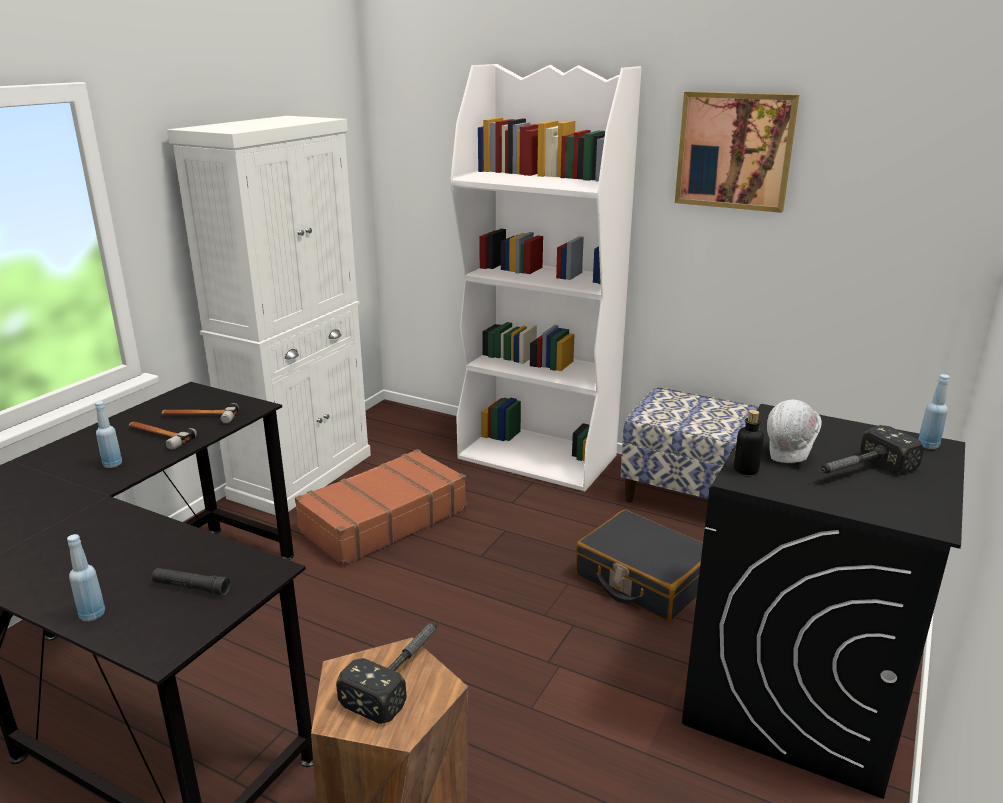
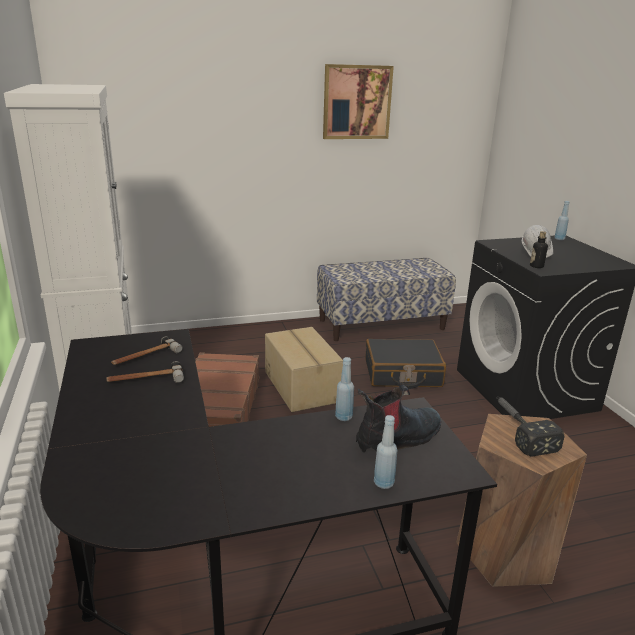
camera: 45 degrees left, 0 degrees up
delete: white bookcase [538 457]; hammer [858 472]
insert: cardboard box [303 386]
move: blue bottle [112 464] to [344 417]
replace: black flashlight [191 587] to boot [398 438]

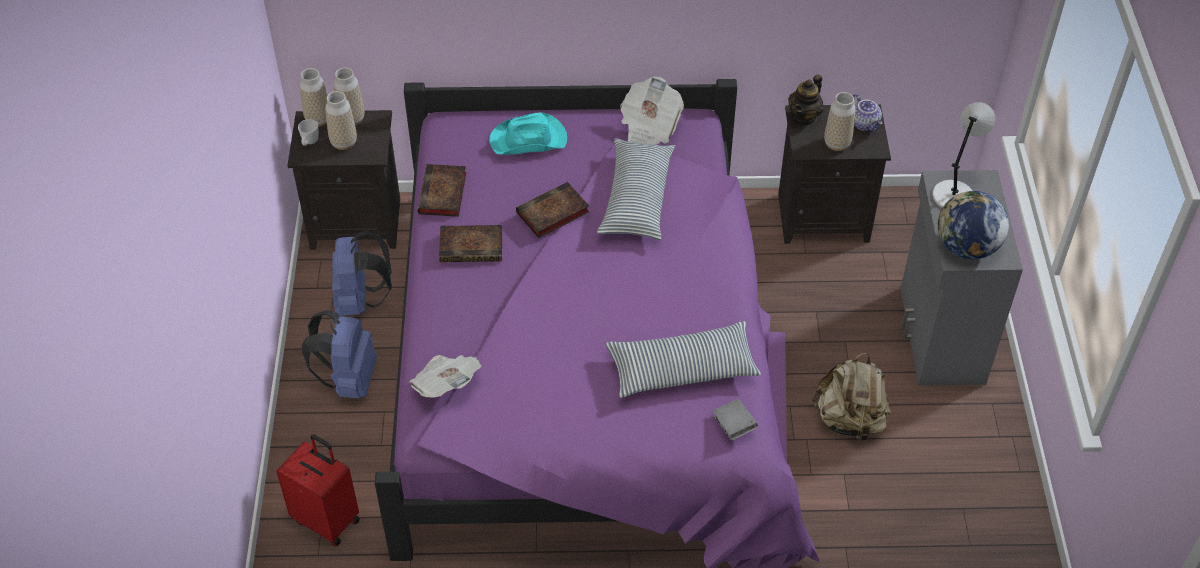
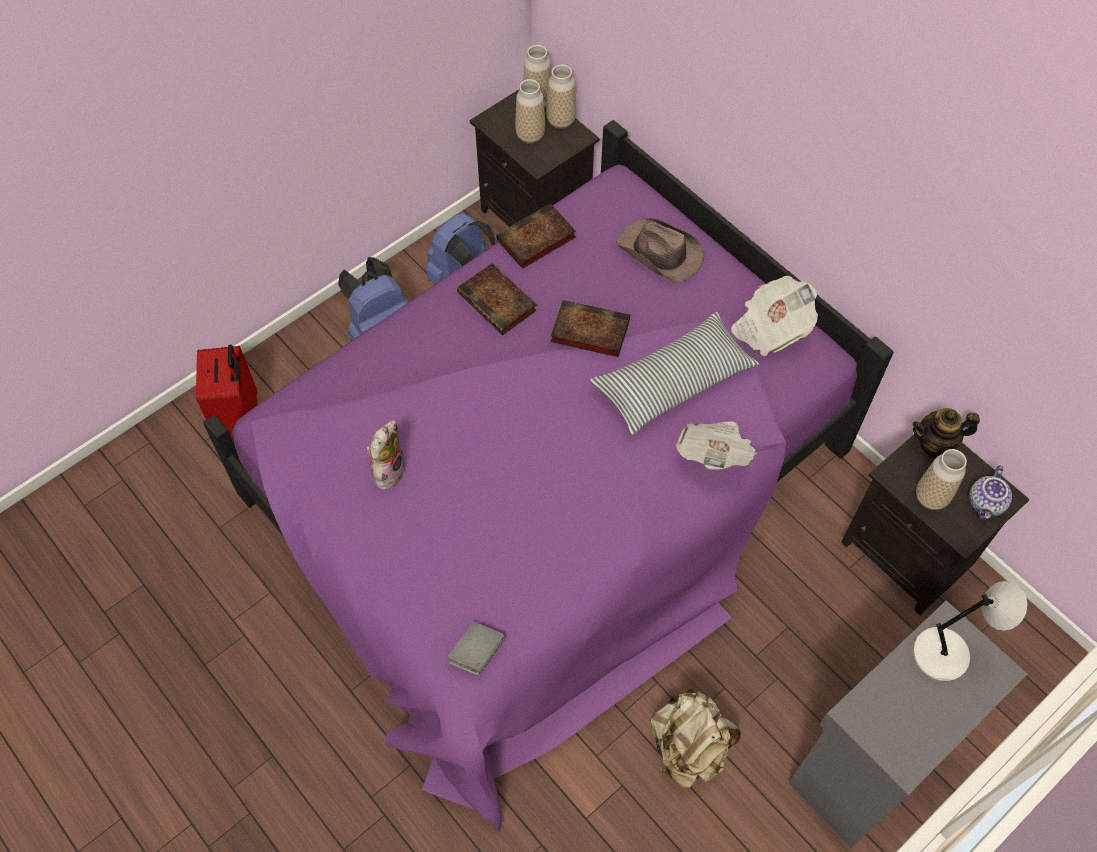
camera: 50 degrees right, 10 degrees up
delete: white mug [309 143]; pillow [682 369]; globe [966 248]
insert: plush toy [388 470]
move: newspaper [446 385] to [714 454]
recolor: turquoise hat [529 140] to brown hat [660 253]

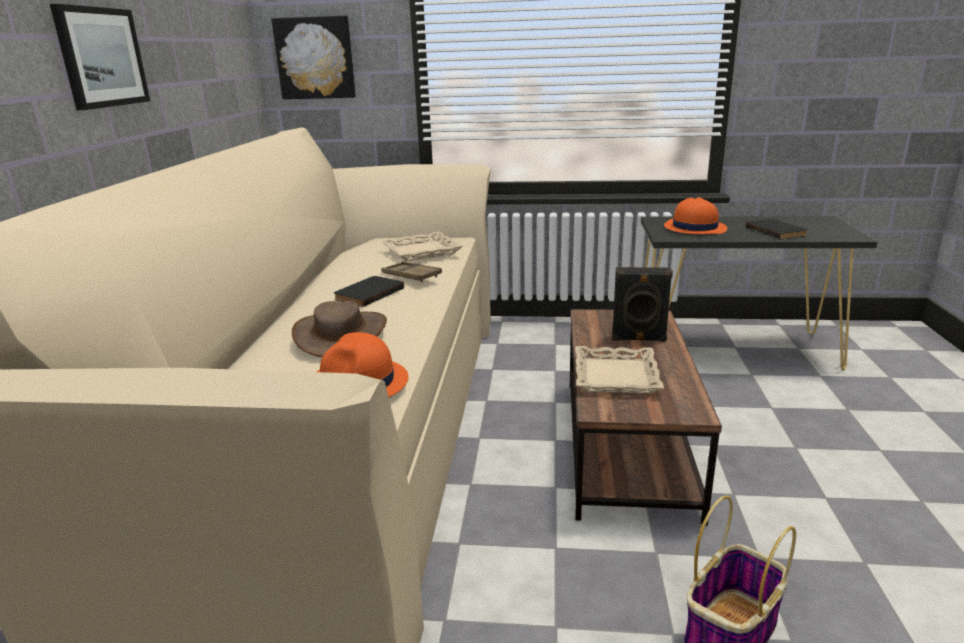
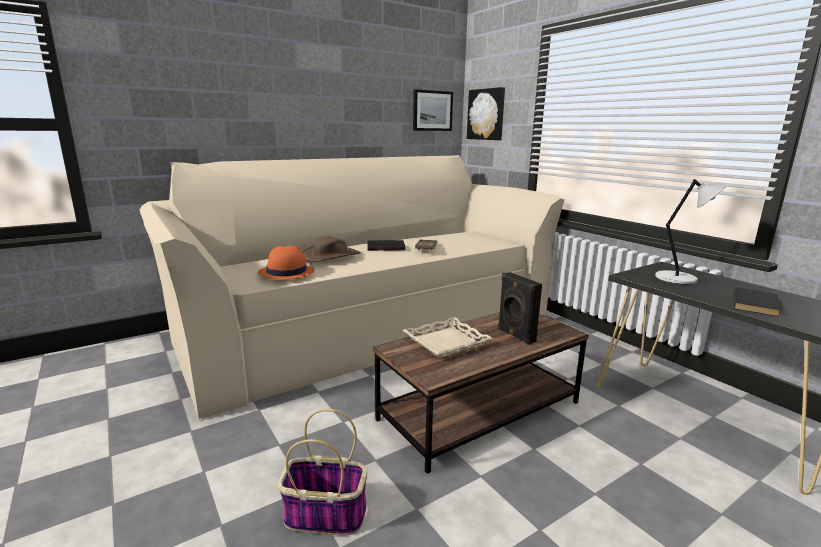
camera: 50 degrees right, 5 degrees down
delete: beige tray [421 251]
move: picture [101 57] to [432 111]
replace: orange hat [694 228] to grey table lamp [678 279]

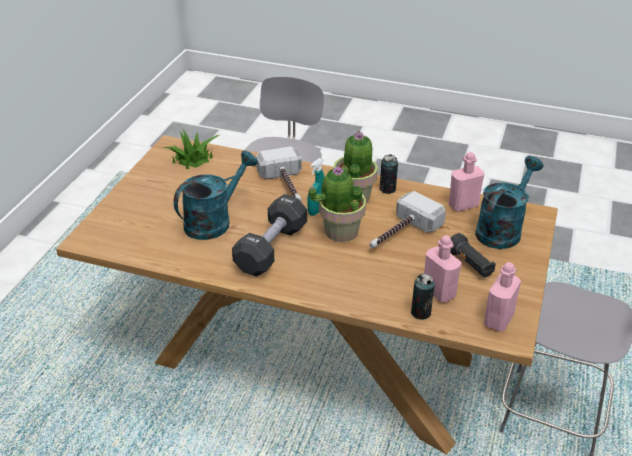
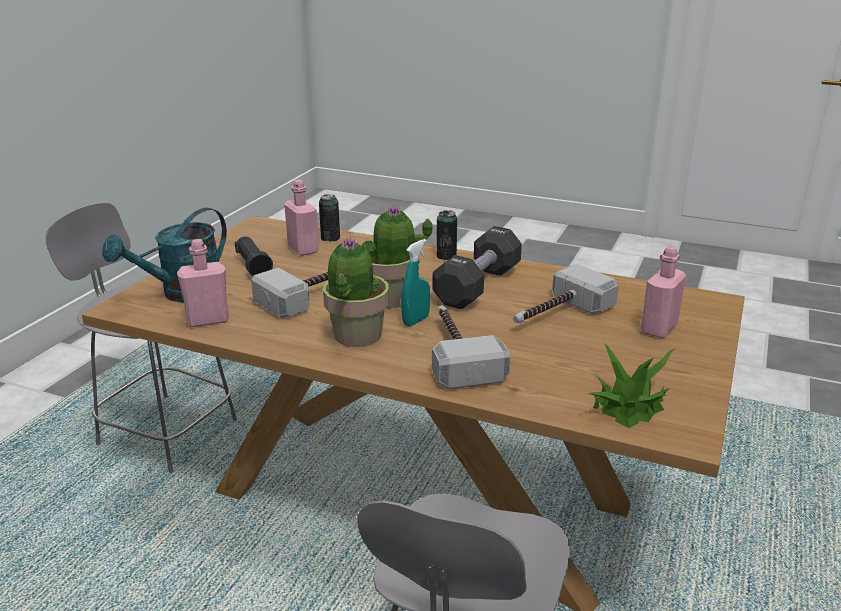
camera: 175 degrees left, 10 degrees down
move: can [387 189] to [446 256]; pink bottle [498 320] to [658 328]
replace: turquoise watering can [214 221] to hammer [556 314]

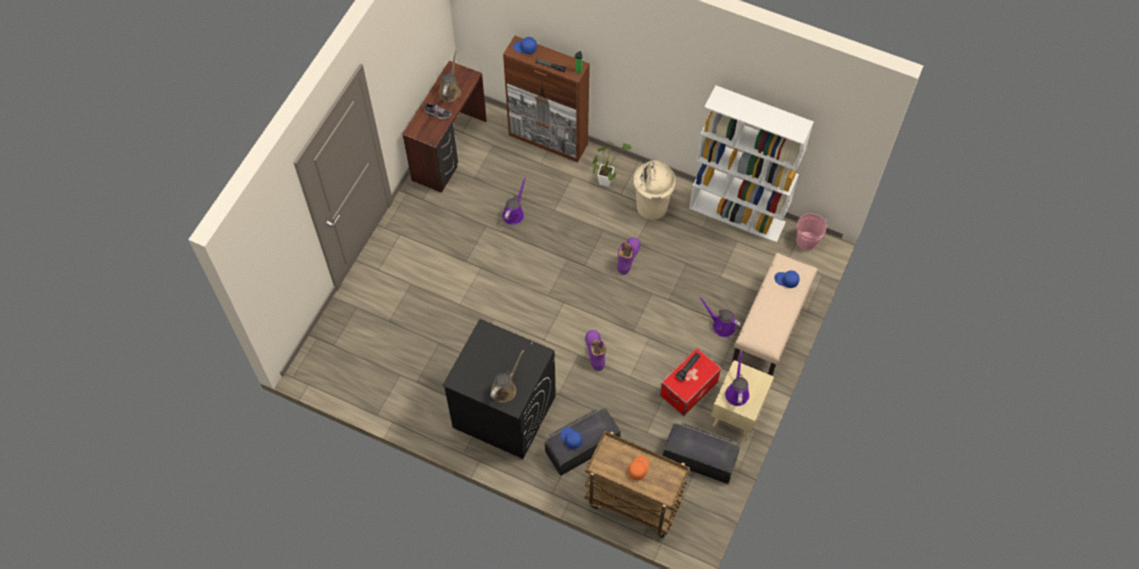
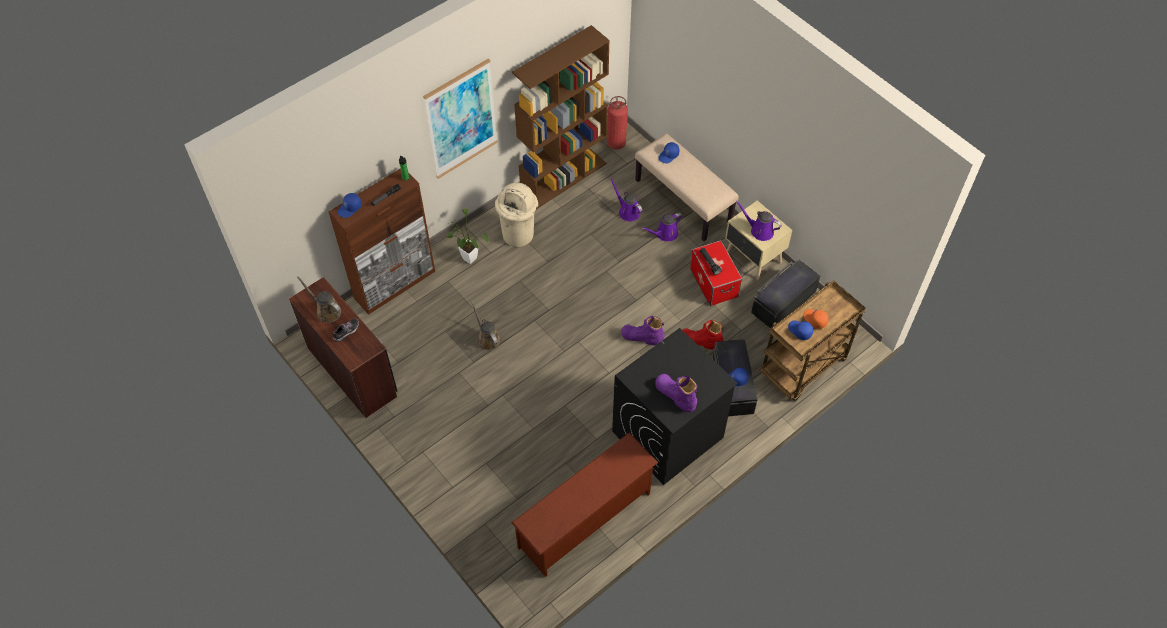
camera: 65 degrees left, 5 degrees down
insert: picture [461 119]; brown shoe rack [585 521]; red boot [700 341]; blue cap [799 331]
move: brown watering can [505 388] to [487 338]; purple watering can [514 213] to [627 211]; purple boot [628 257] to [675 395]
replace: pink bucket [806 241] to fire extinguisher [616 143]
recolor: white bookcase [738 215] to brown bookcase [563 178]

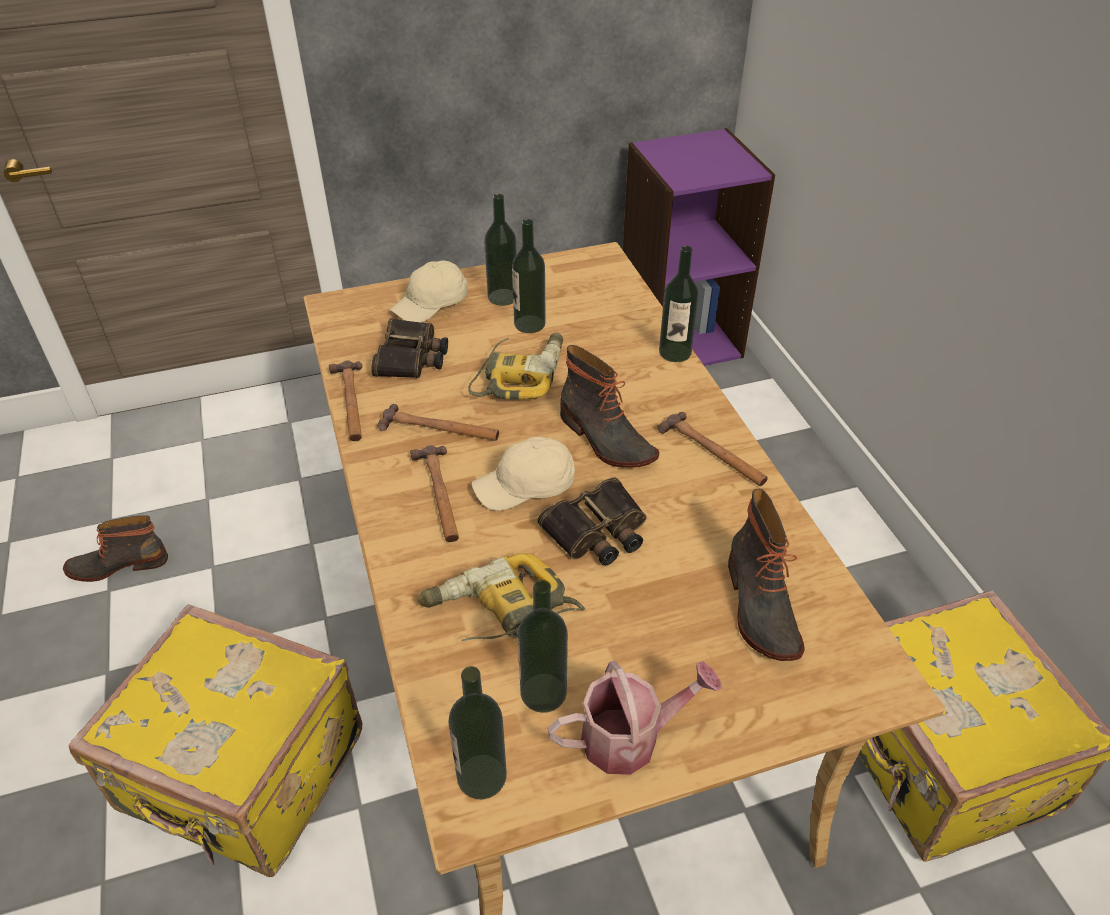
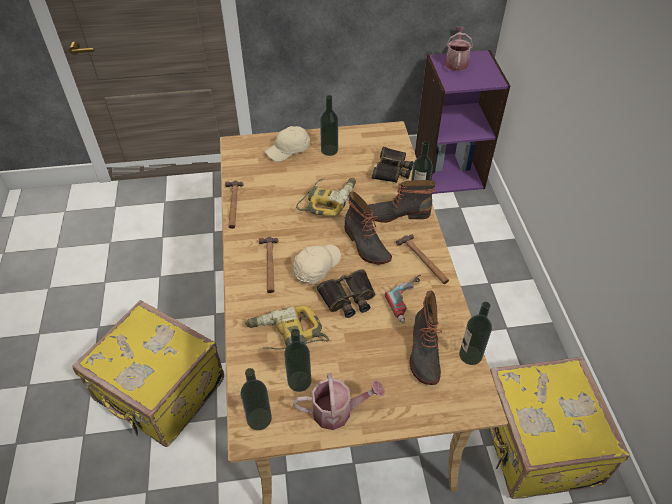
camera: 10 degrees right, 5 degrees up
delete: hammer [439 429]
insert: power drill [410 301]; watering can [456 62]
move: boot [118 564] to [397 213]; binoculars [412 357] to [392 170]; bottle [529 324] to [470 355]
rotate: beige cap [526 486] = [316 267] 135 degrees clockwise

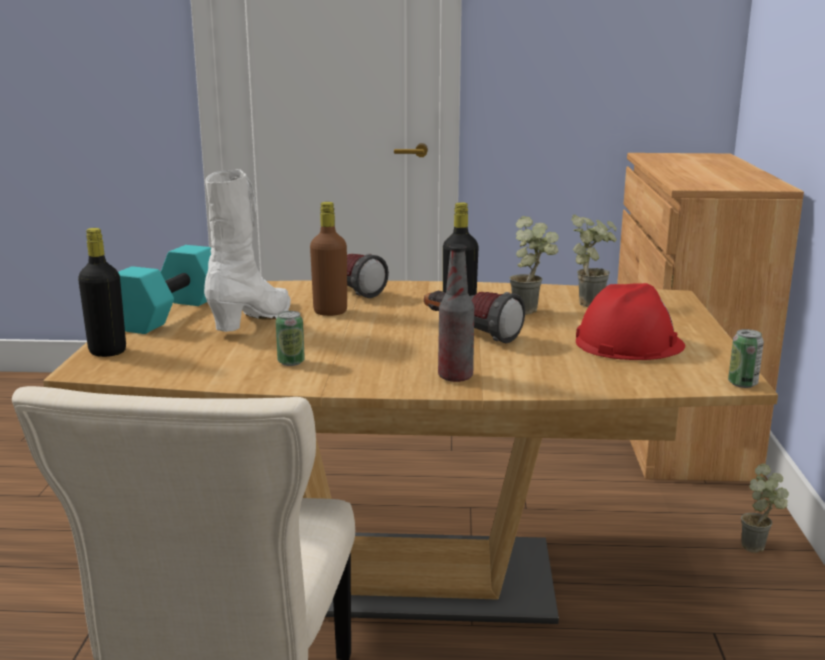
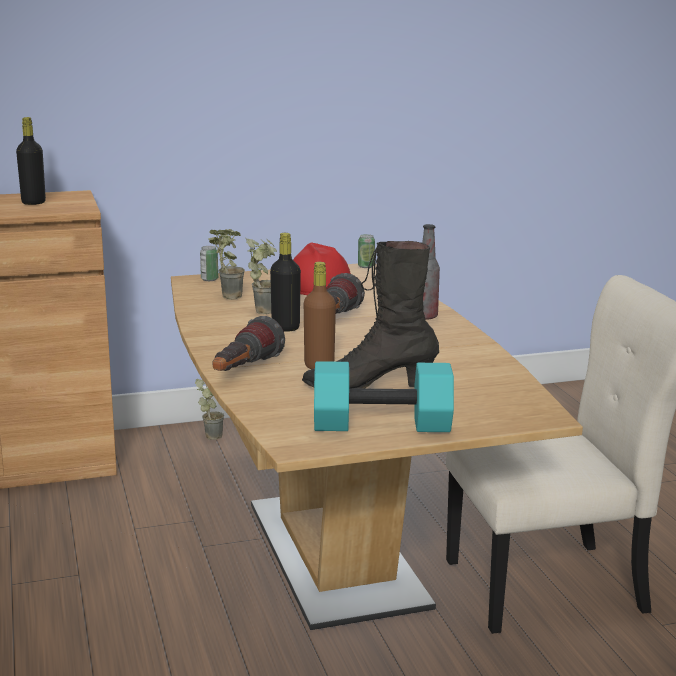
camera: 110 degrees left, 0 degrees up
move: black bottle [107 351] to [33 202]; can [291 362] to [209 279]
recolor: white boot [254 321] to black boot [369 387]

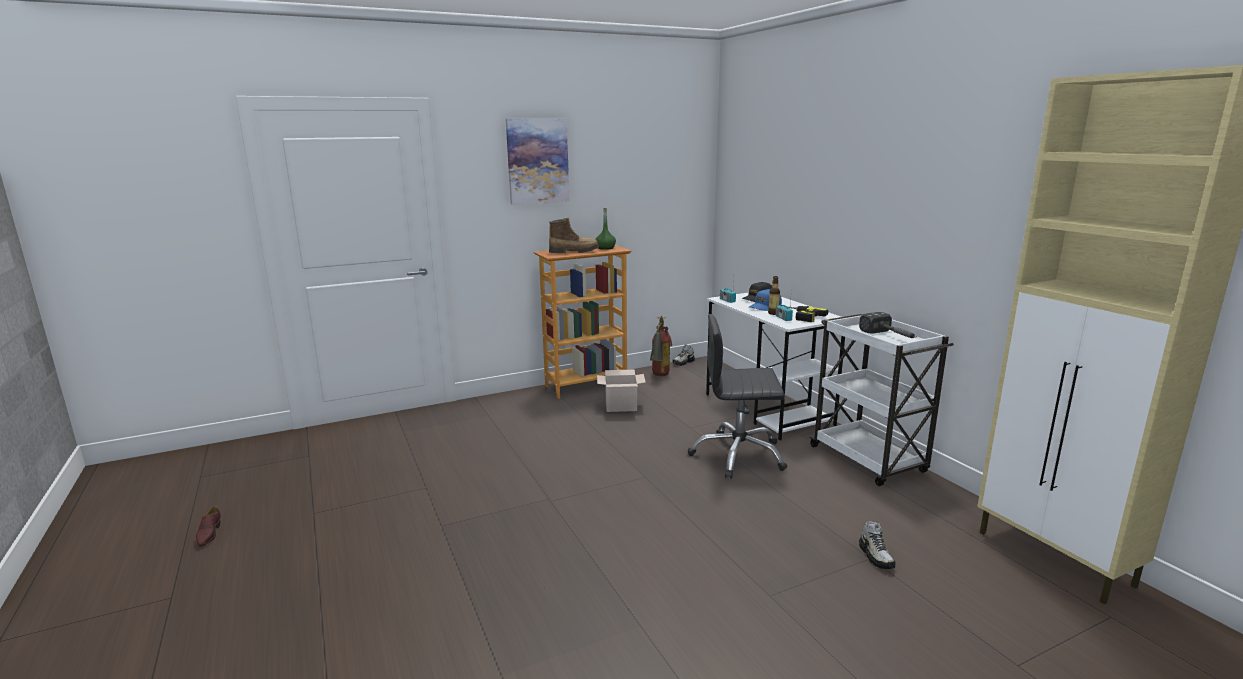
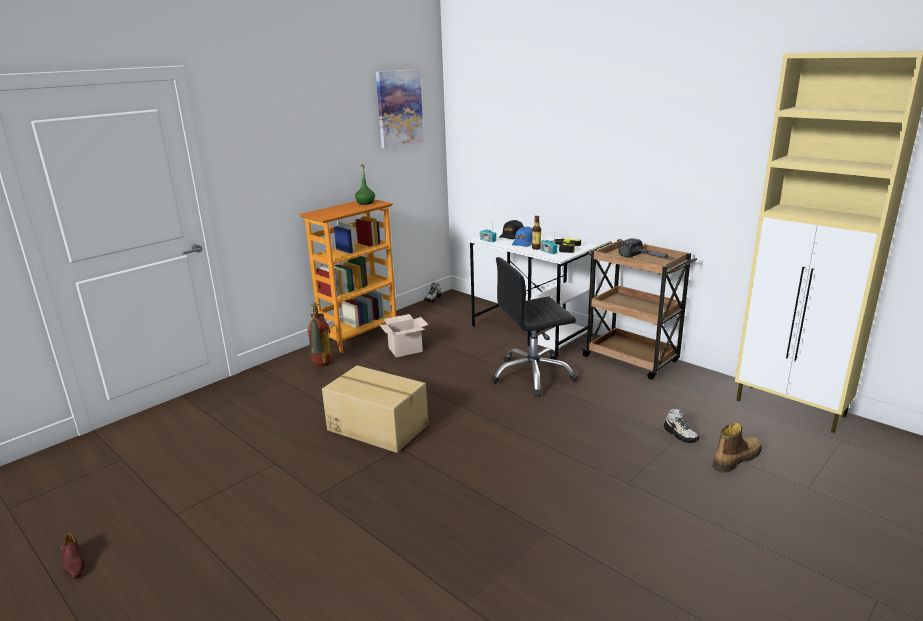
camera: 20 degrees left, 5 degrees up
insert: cardboard box [378 427]
move: picture [537 161] to [399 108]; boot [574 252] to [735 459]; fire extinguisher [659 376] to [321 367]
recolor: white cart [869 460] to brown cart [632 359]

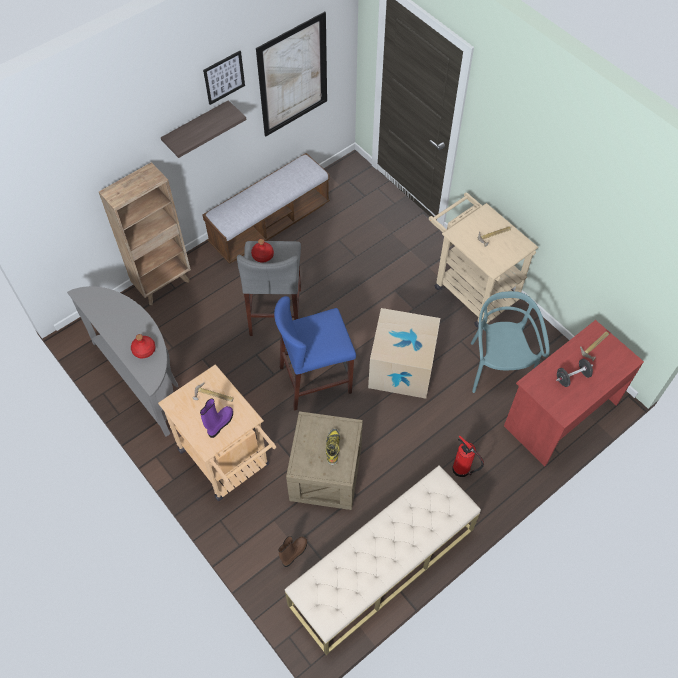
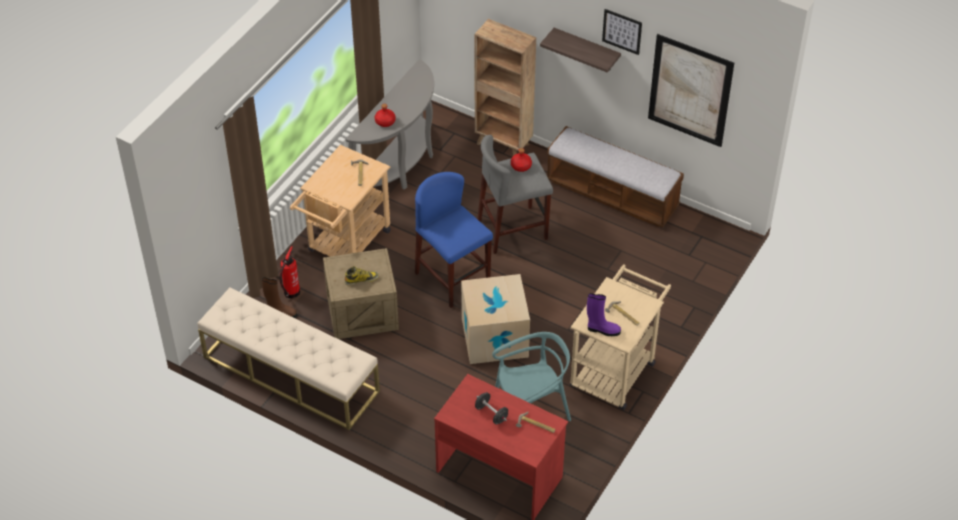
camera: 70 degrees right, 10 degrees down
move: purple boot [219 424] to [602 330]; fire extinguisher [462 470] to [290 293]

